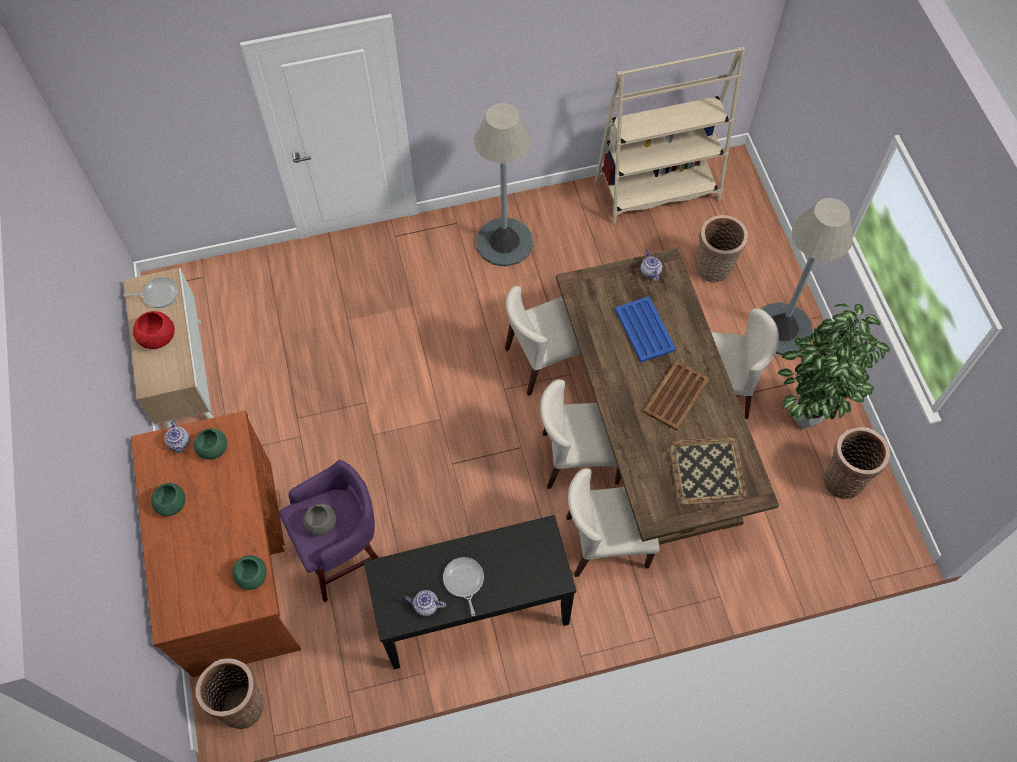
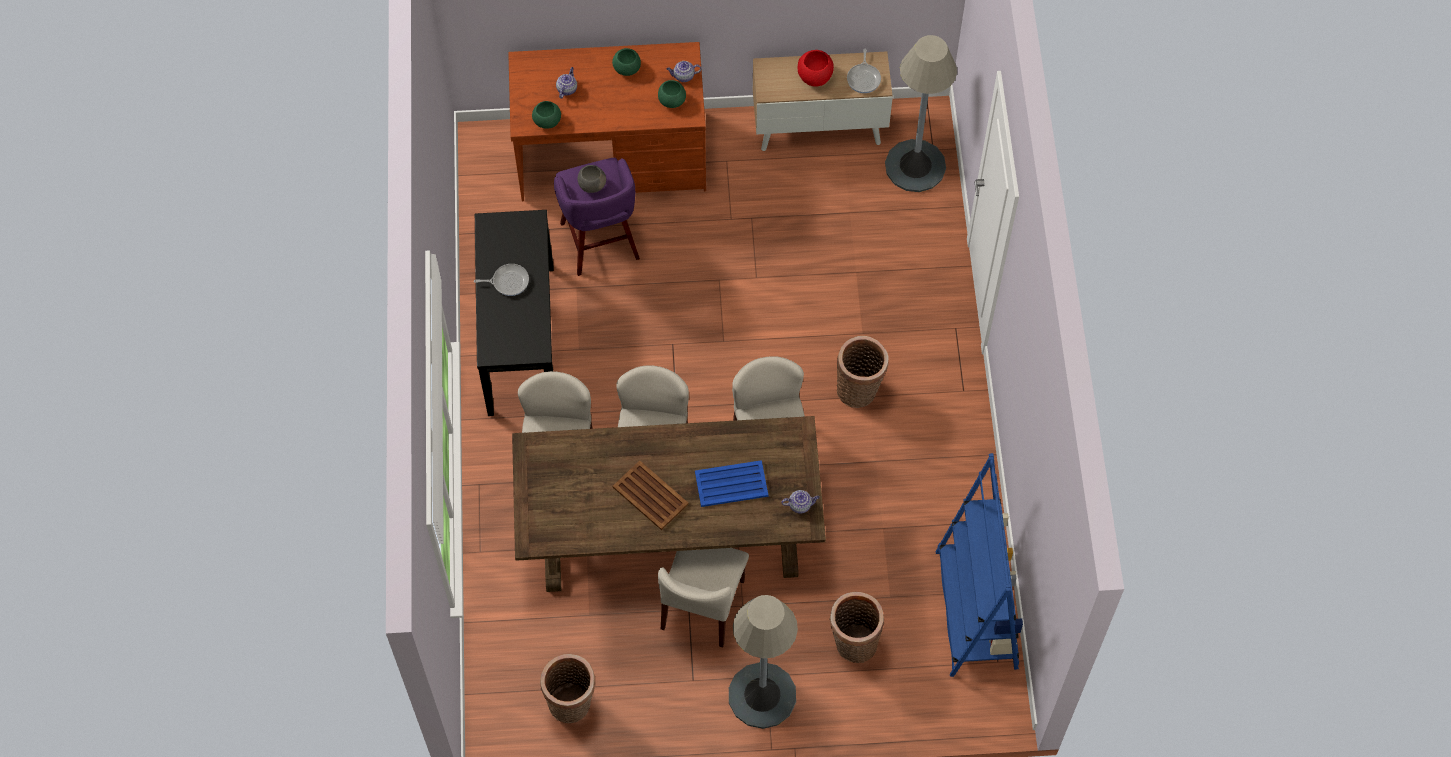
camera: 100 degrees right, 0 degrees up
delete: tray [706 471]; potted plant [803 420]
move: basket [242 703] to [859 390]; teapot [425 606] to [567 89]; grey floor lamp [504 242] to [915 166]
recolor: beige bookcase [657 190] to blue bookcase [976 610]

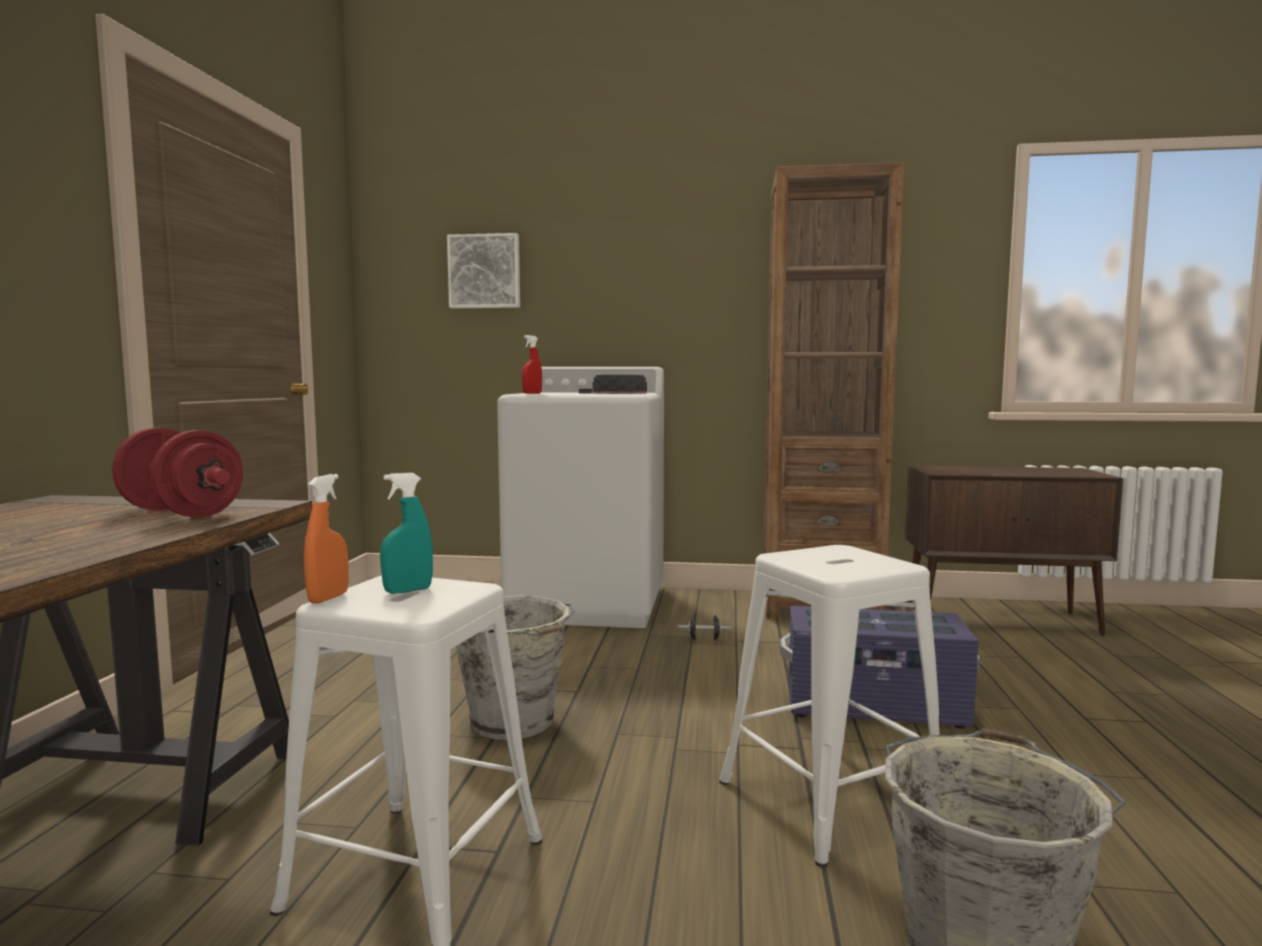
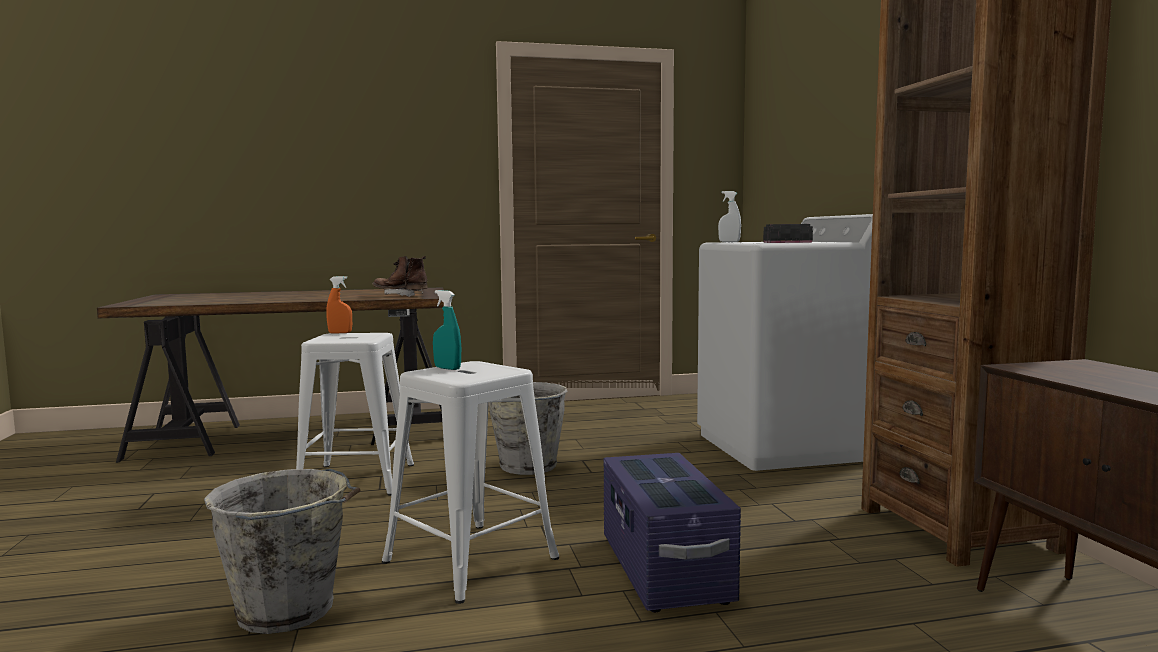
camera: 70 degrees right, 0 degrees up
delete: picture [485 271]; black dumbbell [704 639]
move: turquoise spray bottle [408 590] to [447 368]
replace: red dumbbell [181 513] to brown boot [400 295]
recolor: red spray bottle [532 393] to white spray bottle [729 242]

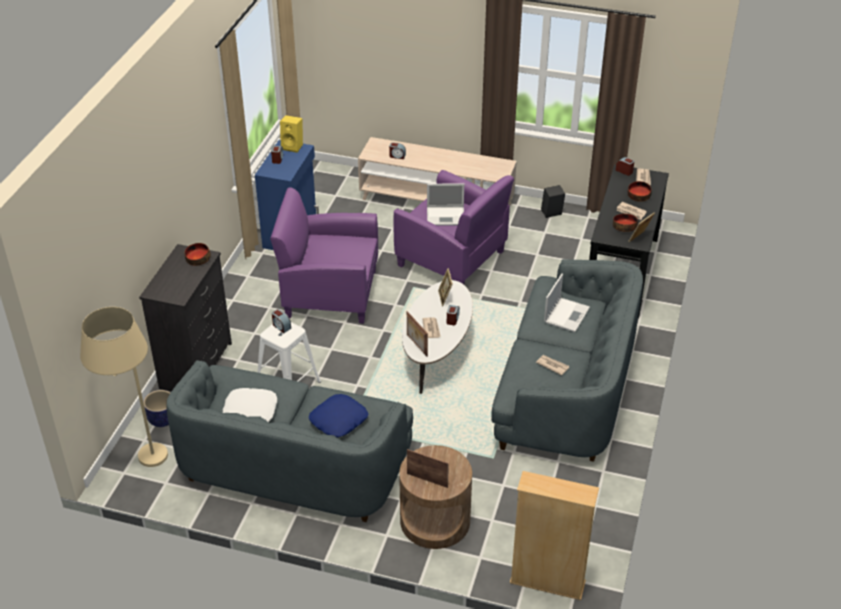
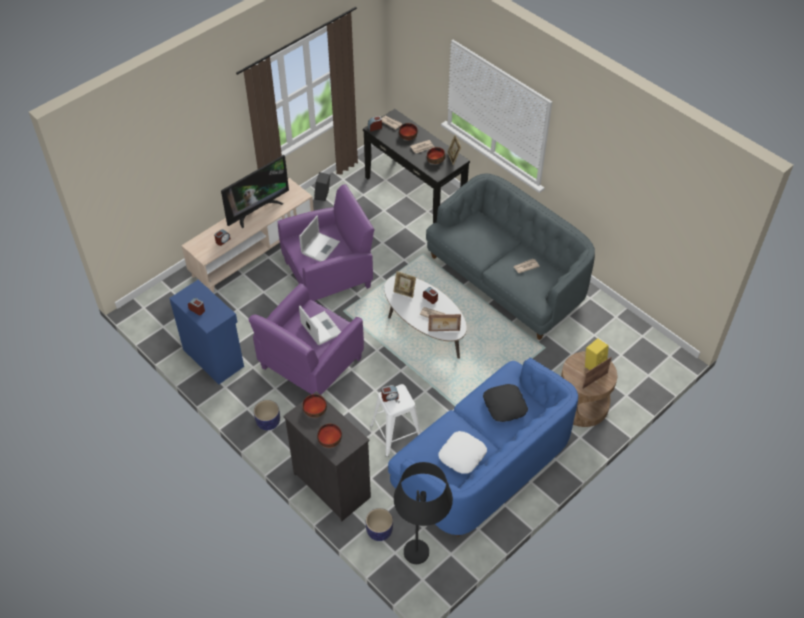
camera: 60 degrees left, 10 degrees up
delete: beige bookcase [547 582]
insert: television [257 211]; planter [268 423]; bowl [329 438]
move: yellow speaker [293 146] to [594 364]; laptop [567 314] to [320 328]
recolor: beige floor lamp [140 465] to black floor lamp [421 565]; grey sofa [293 466] to blue sofa [483 464]; blue pillow [338 420] to black pillow [504 405]

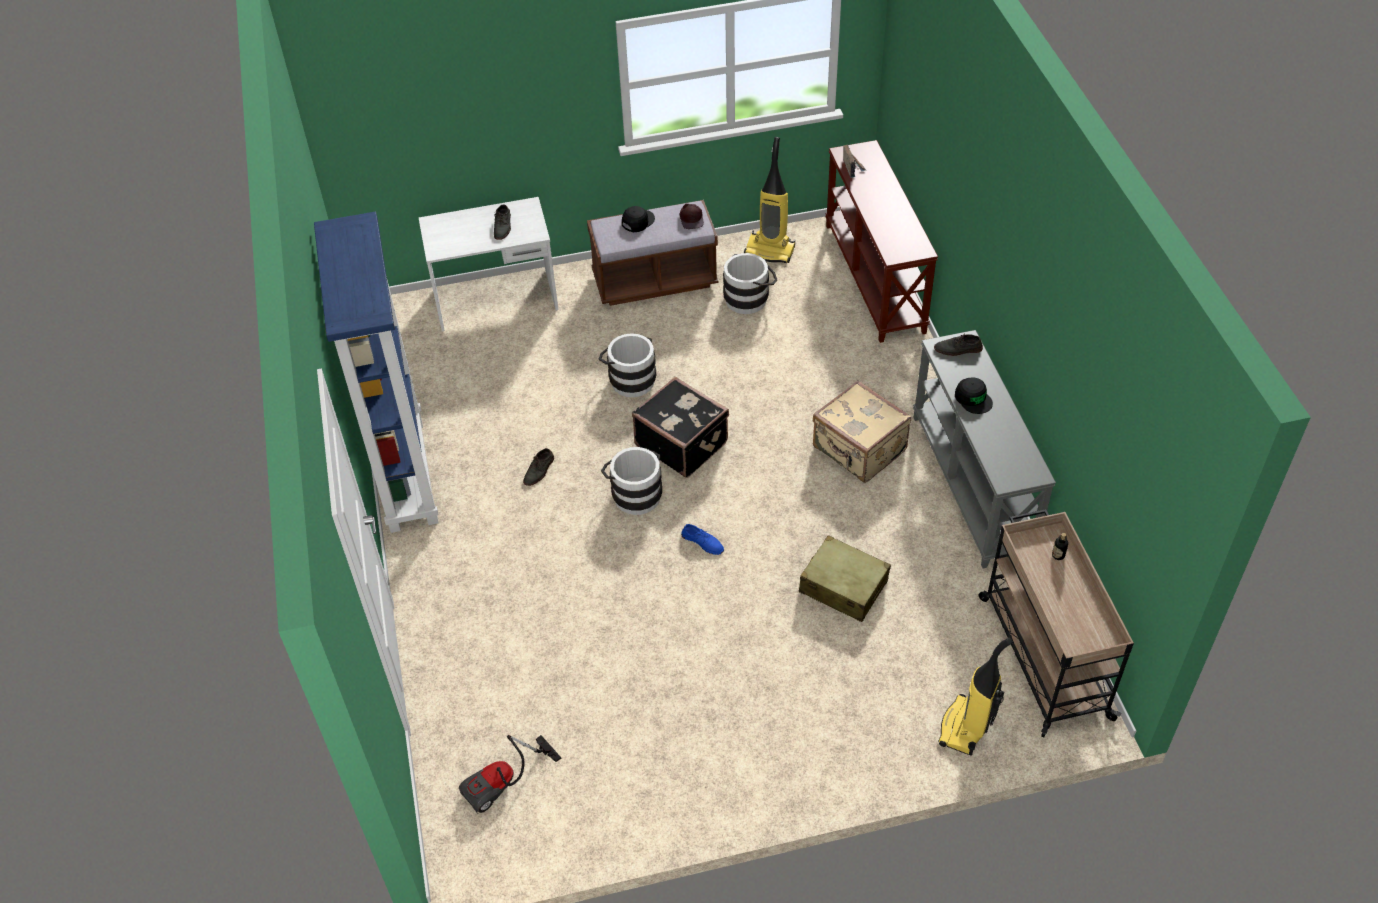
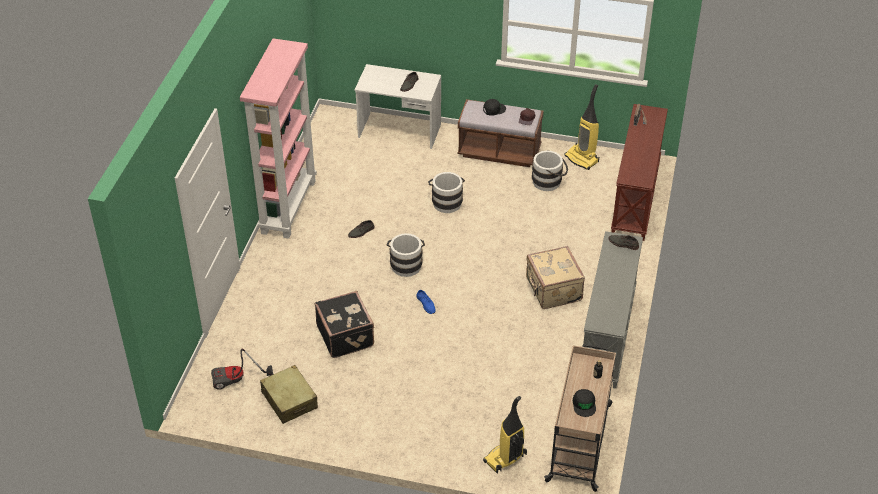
camera: 25 degrees right, 5 degrees down
move: black suitcase [682 443] to [346 335]; beige suitcase [843 587] to [289 400]; black cap [973 398] to [584 404]
recolor: blue bookcase [405 474] to pink bookcase [288 206]

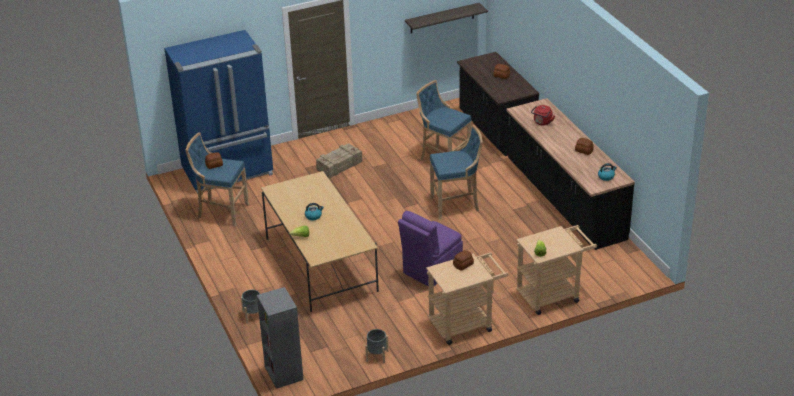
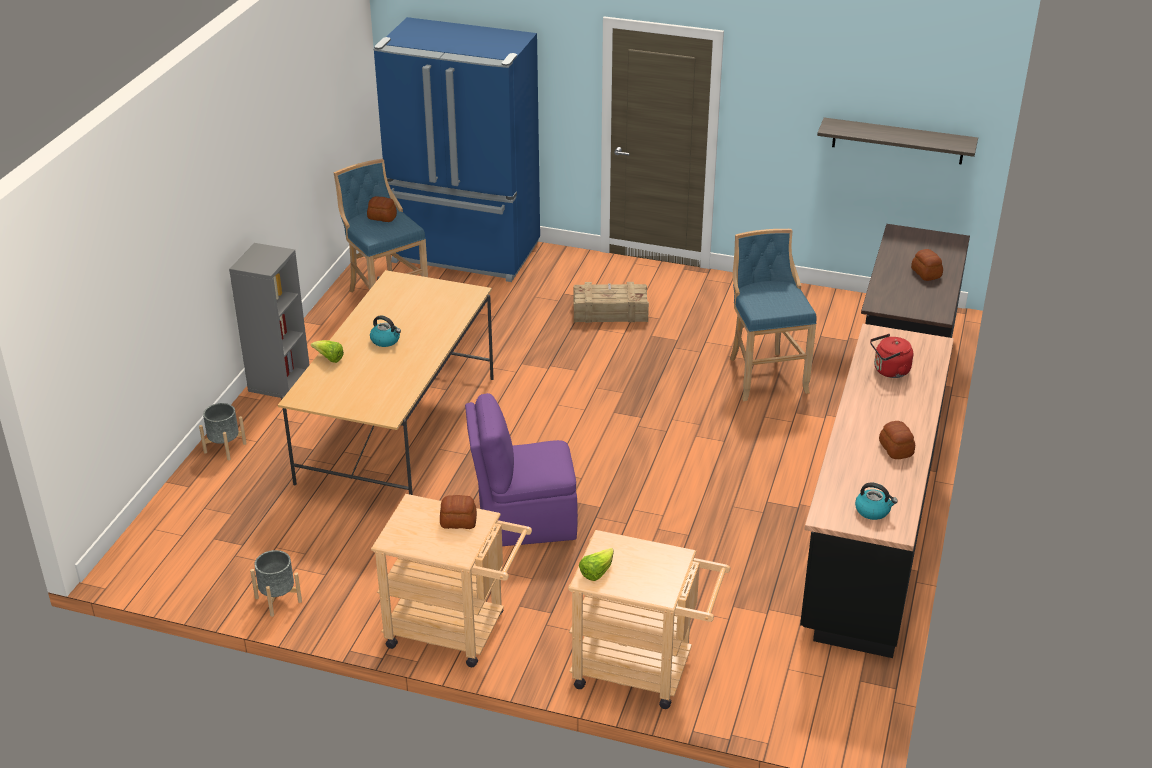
camera: 40 degrees right, 0 degrees up
delete: blue stool [456 205]
move: grey bookcase [283 373] to [279 380]

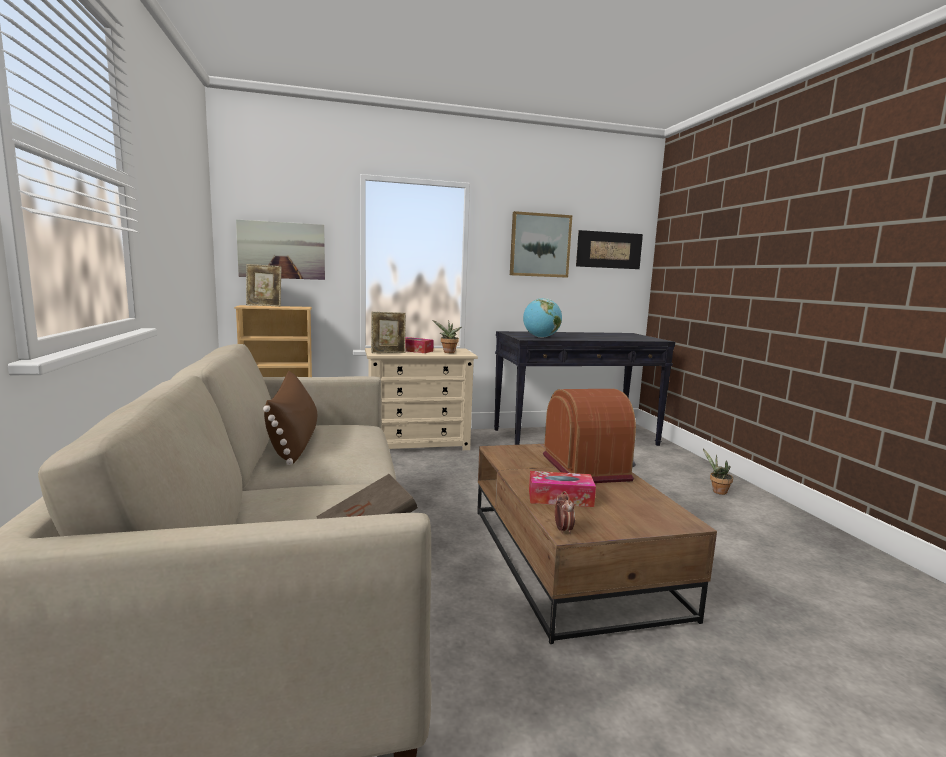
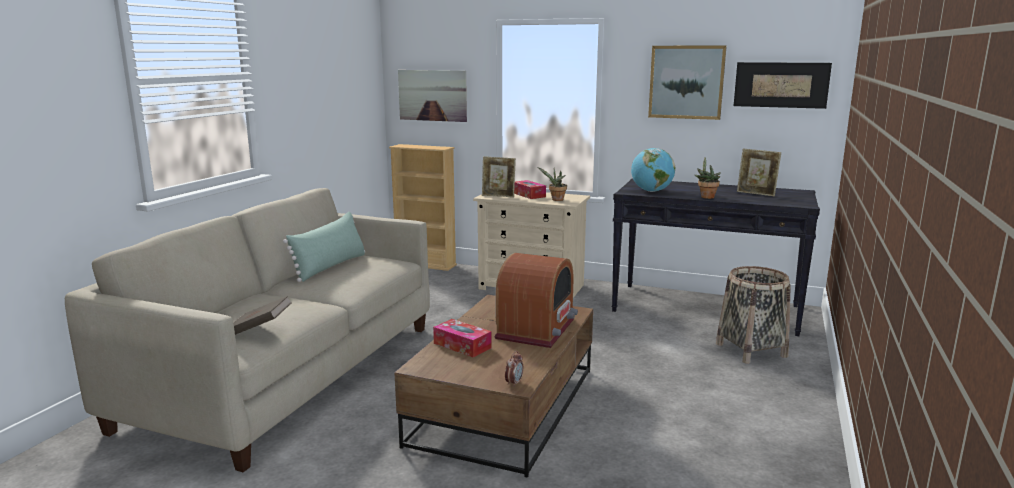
camera: 35 degrees right, 5 degrees up
insert: basket [751 350]
move: picture frame [264 306] to [756 194]; alarm clock [563 530] to [514 383]; potted plant [717 491] to [706 197]
recolor: brown pillow [294 441] to green pillow [330 266]

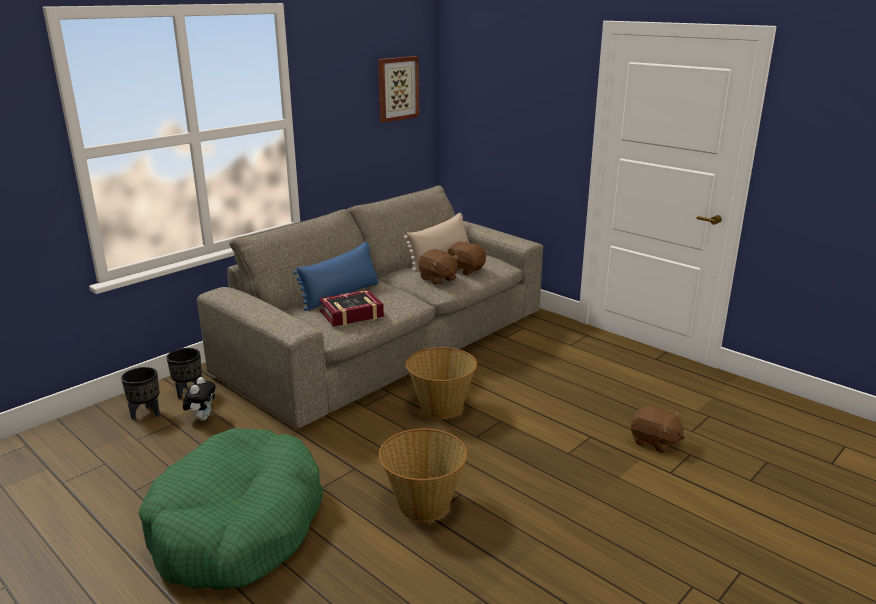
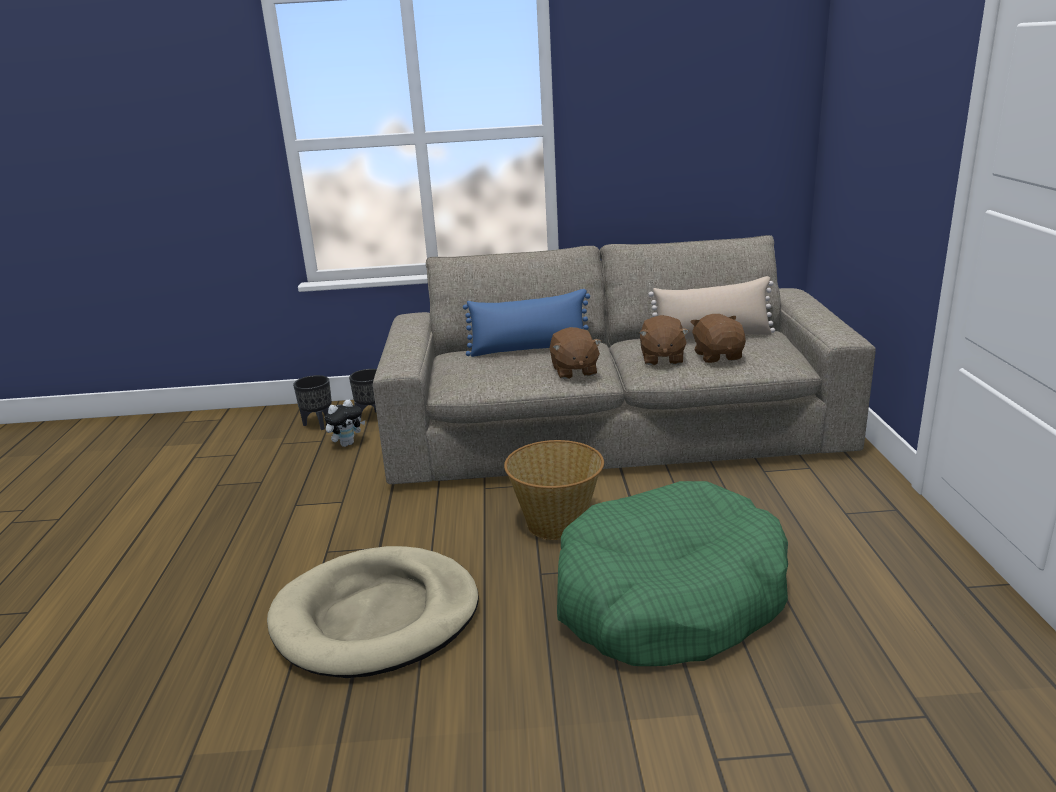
camera: 45 degrees right, 0 degrees up
delete: book [351 314]; picture [397 88]
move: green dog bed [237 526] to [668 597]; brown plush toy [654 442] to [574 371]
replace: basket [423 503] to beige dog bed [376 617]

